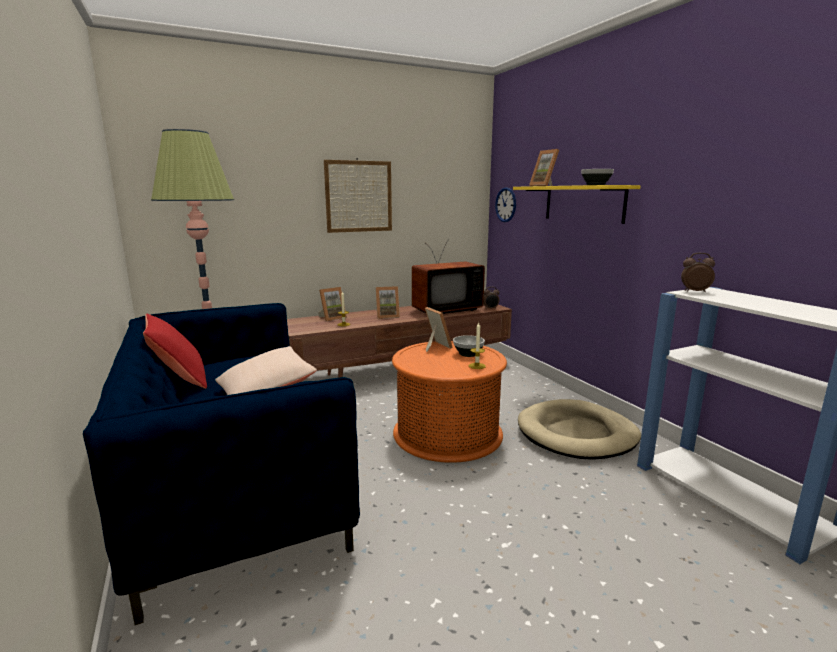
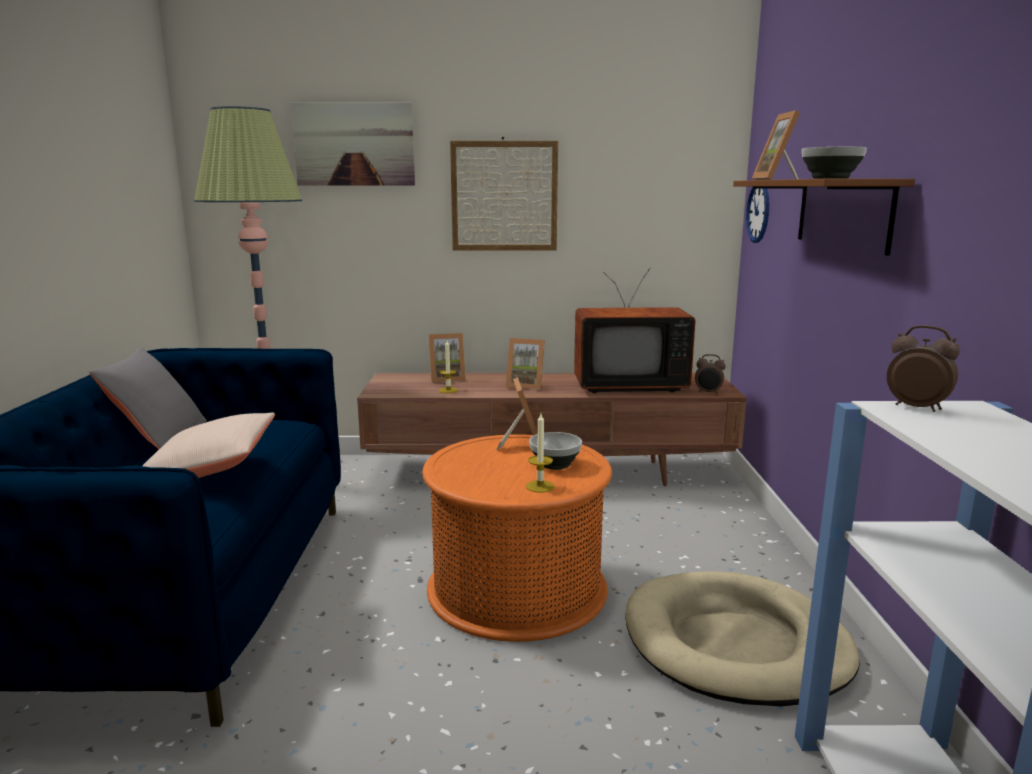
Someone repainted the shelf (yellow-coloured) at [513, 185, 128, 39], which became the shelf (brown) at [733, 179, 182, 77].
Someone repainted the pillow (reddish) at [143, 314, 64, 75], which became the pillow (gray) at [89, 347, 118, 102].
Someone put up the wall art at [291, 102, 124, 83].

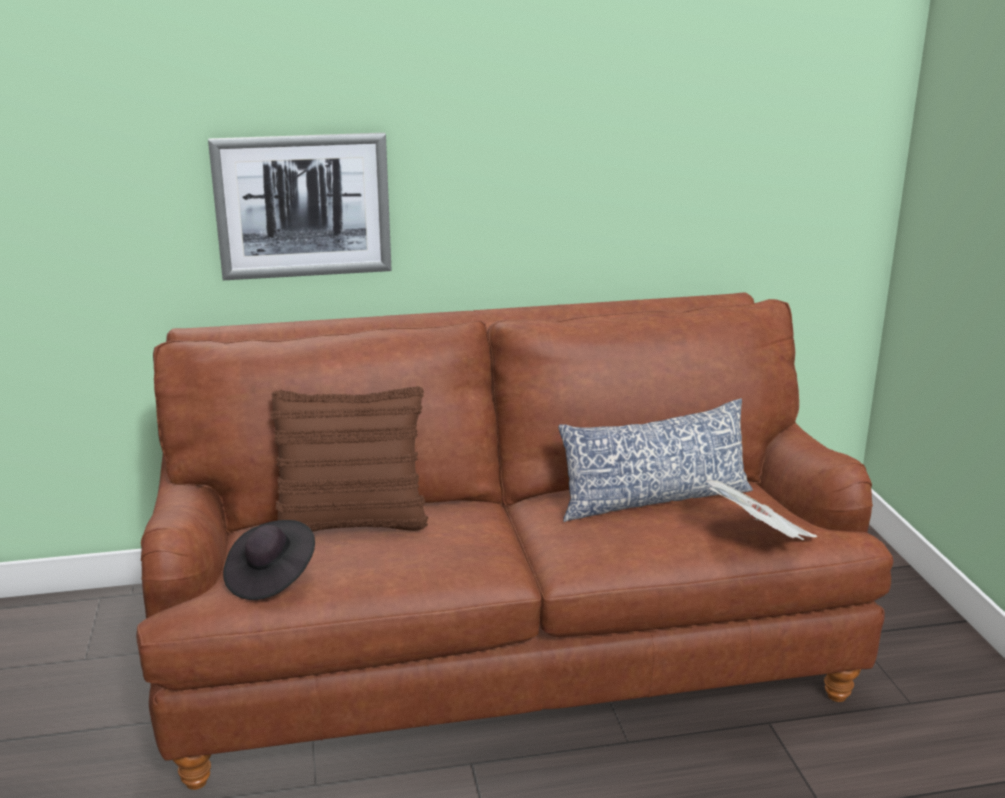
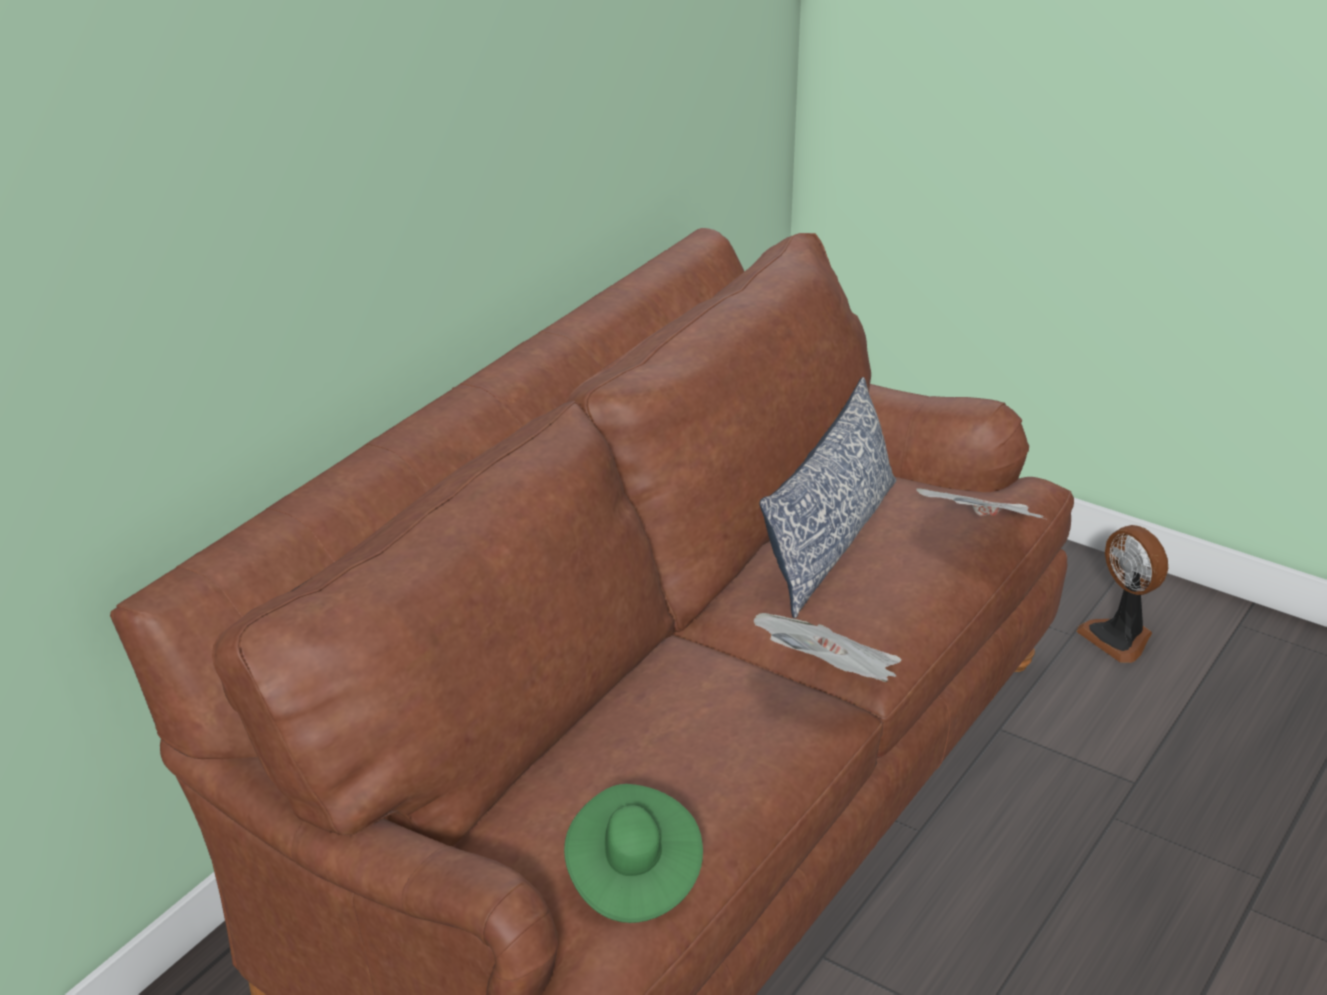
Someone took away the wall art at [208, 133, 183, 147].
Someone took away the pillow (brown) at [271, 386, 158, 146].
Someone repainted the hat (black-coloured) at [223, 520, 92, 80], which became the hat (green-coloured) at [564, 784, 139, 139].
Someone put down the fan at [1076, 525, 92, 138].
Someone put down the daily paper at [754, 613, 147, 69].

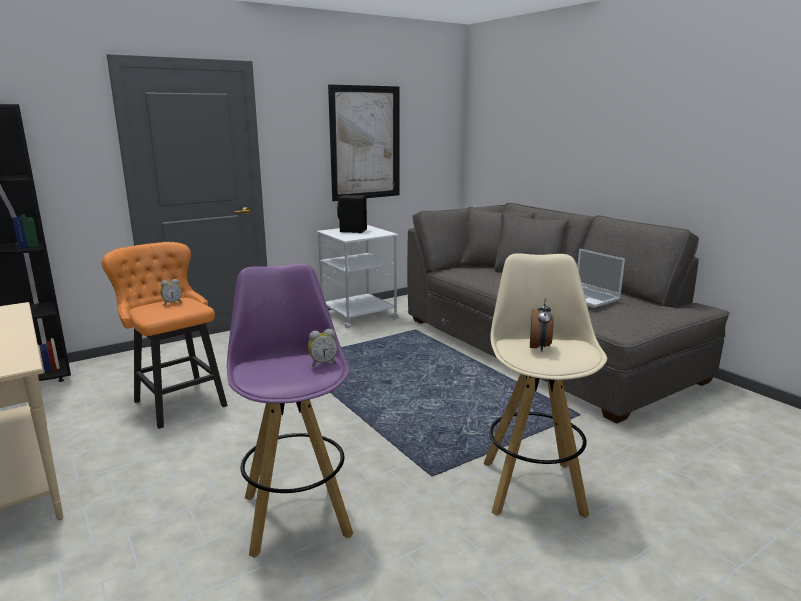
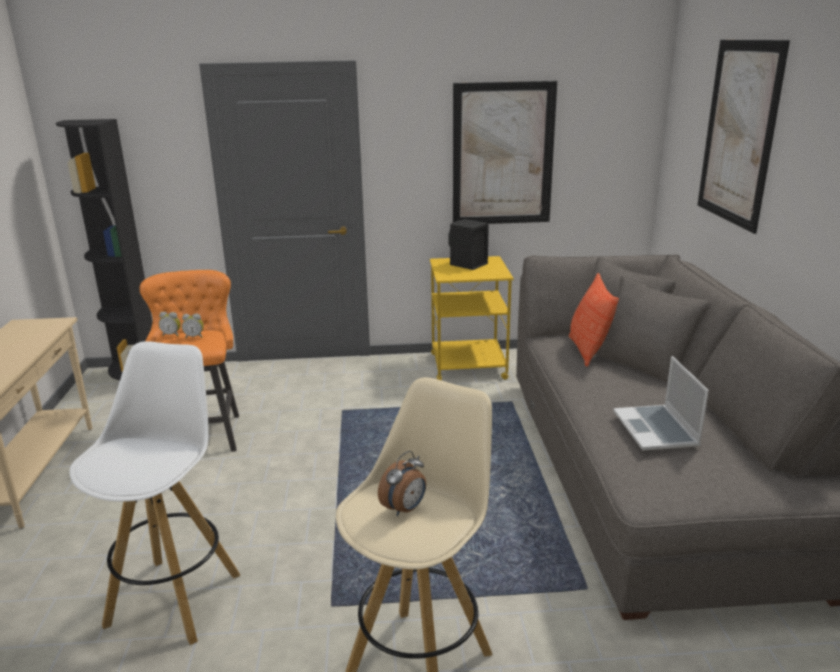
Someone repainted the cart (white) at [317, 225, 81, 103], which became the cart (yellow-coloured) at [430, 256, 84, 125].
Someone repainted the sitting stool (purple-coloured) at [227, 263, 126, 295], which became the sitting stool (white) at [70, 341, 170, 304].
Someone carried the table clock from [308, 329, 30, 38] to [159, 312, 22, 24].
Someone put up the wall art at [697, 40, 93, 194].
Someone put down the pillow (orangey) at [569, 273, 50, 94].

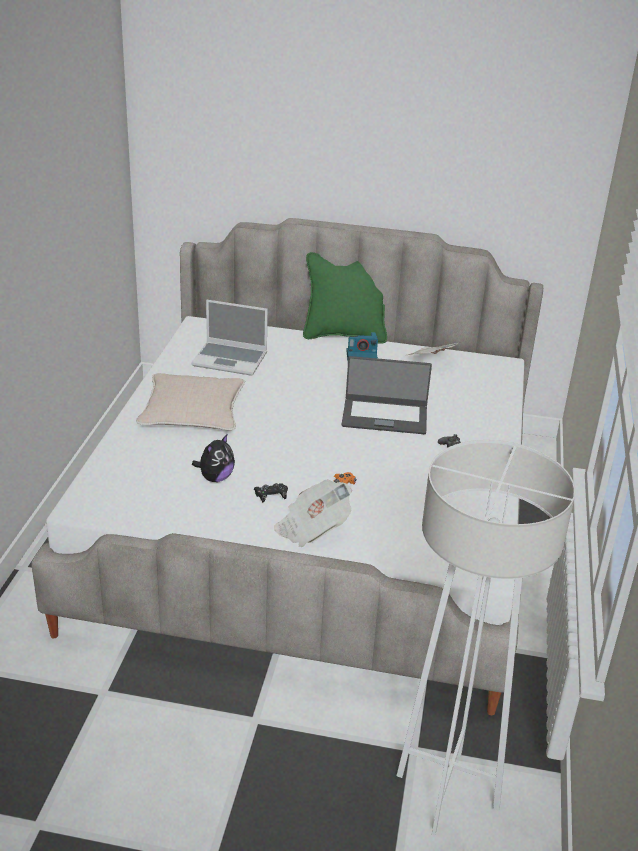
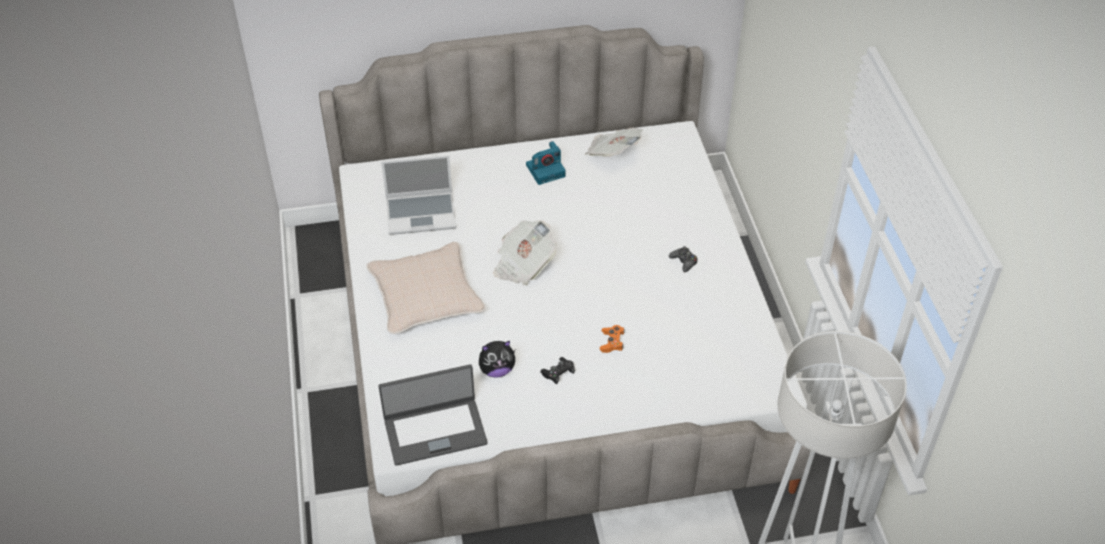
Someone took away the pillow (green-coloured) at [303, 252, 84, 92].
Someone carried the laptop from [342, 356, 90, 78] to [379, 364, 109, 102].
Someone rotated the soft toy at [192, 435, 43, 47] by 60 degrees clockwise.
Someone carried the daily paper from [274, 479, 78, 68] to [493, 220, 64, 65].

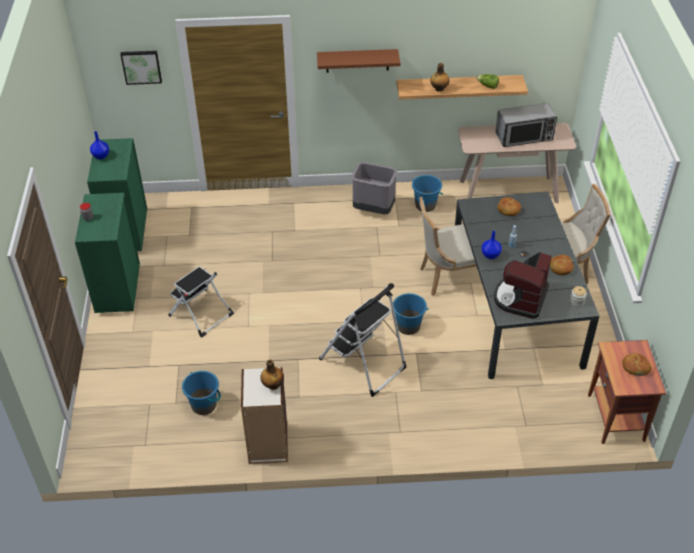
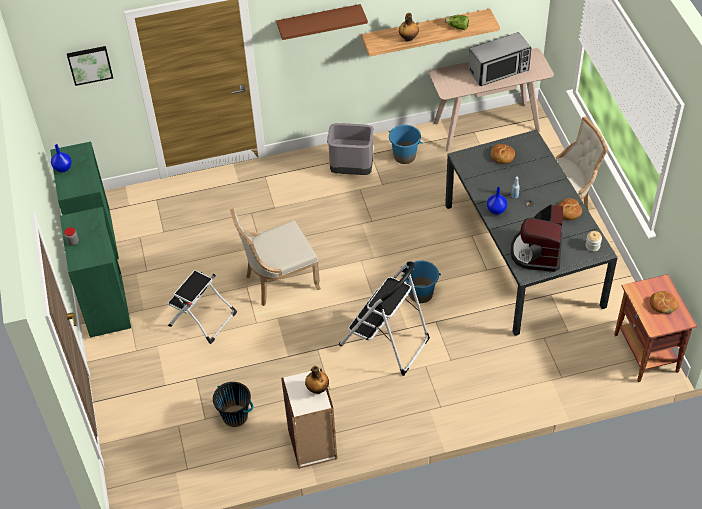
Someone carried the chair (sand-coloured) from [419, 197, 57, 99] to [230, 208, 91, 98].
Someone repainted the water bucket (blue-coloured) at [182, 371, 39, 44], which became the water bucket (black-coloured) at [213, 382, 40, 45].

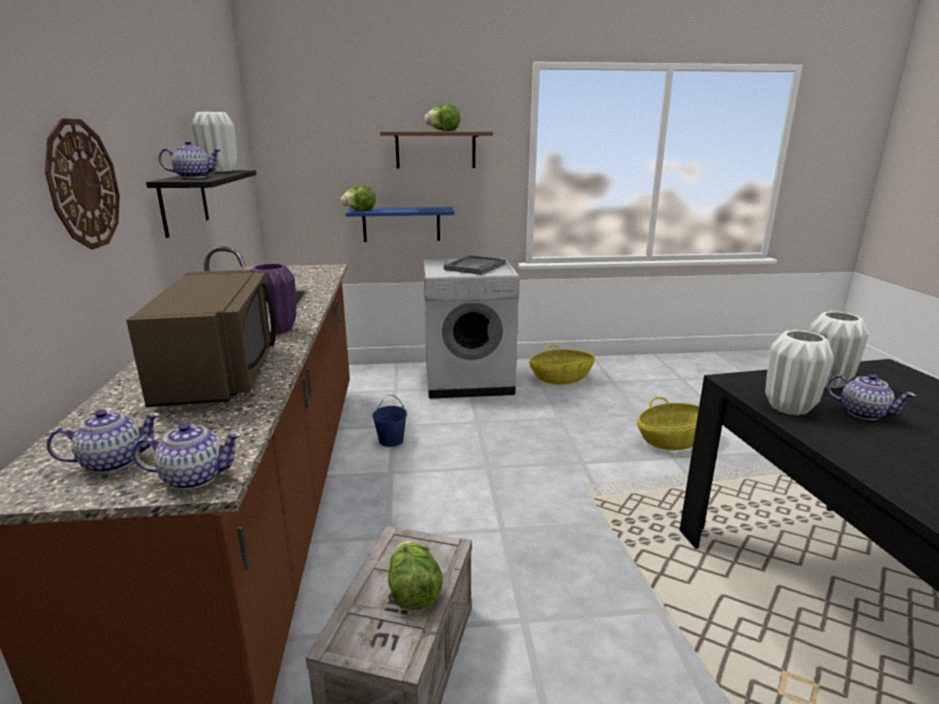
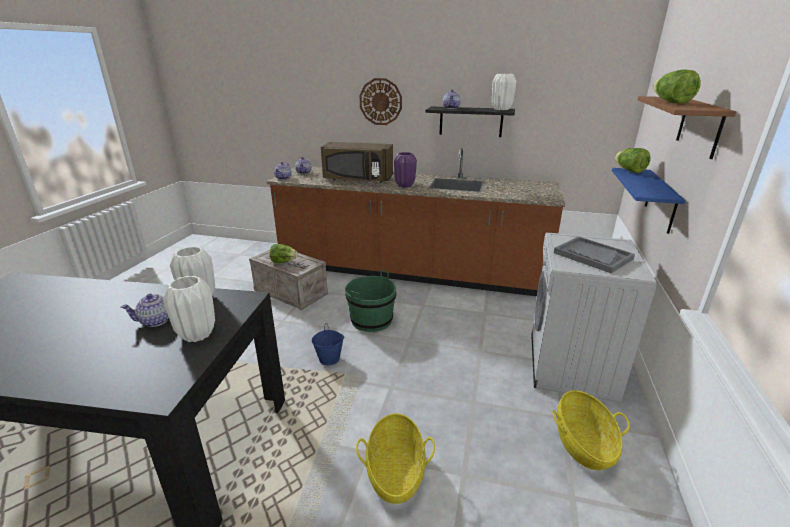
Someone carried the water bucket (blue-coloured) from [372, 395, 35, 52] to [312, 323, 32, 42].
Someone put down the water bucket (green-coloured) at [345, 270, 51, 62].

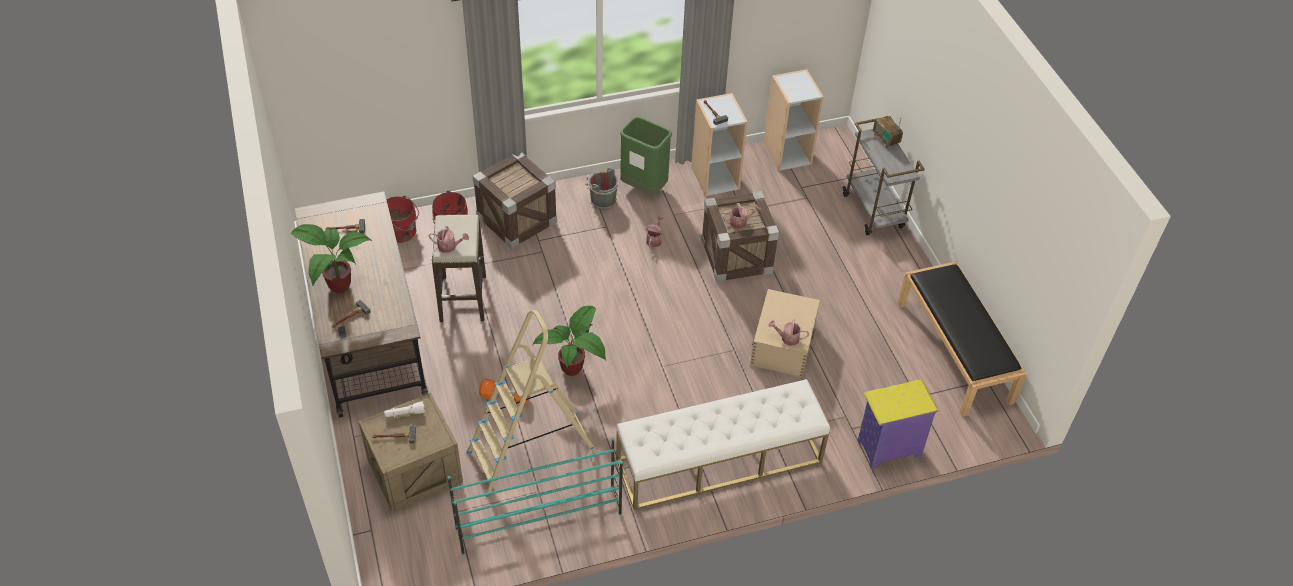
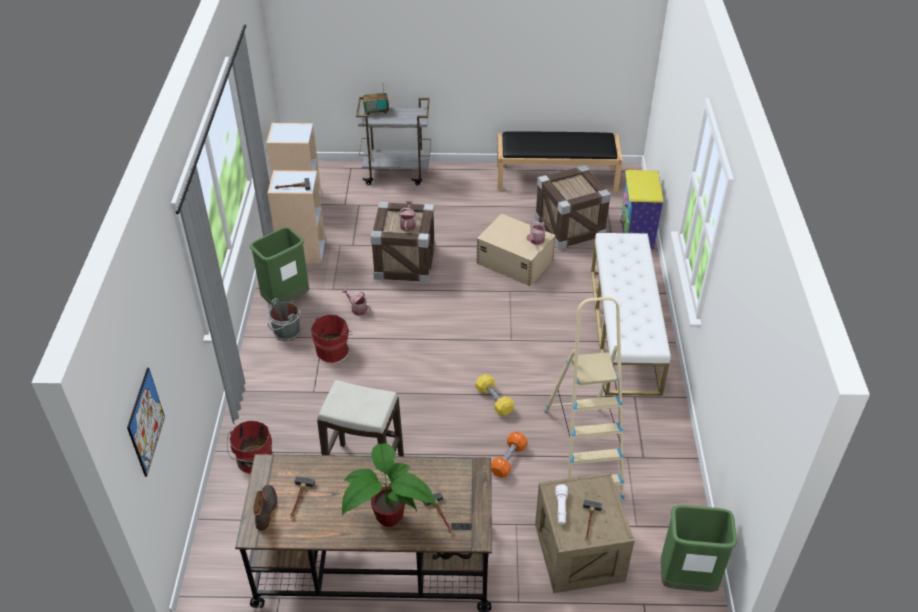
Someone carried the packing crate from [473, 153, 84, 96] to [535, 165, 76, 85].
Someone carried the water bucket (reddish) from [386, 196, 33, 47] to [311, 314, 42, 49].
Someone took away the sprinkling can at [428, 225, 41, 28].
Someone swapped the plant in a pot at [533, 306, 73, 70] for the hand weight (yellow-coloured) at [476, 374, 38, 42].
Someone took away the shoe rack (blue-green) at [447, 437, 176, 118].
Someone put up the wall art at [127, 367, 38, 110].
Someone put down the tall boot at [253, 485, 24, 45].
Someone put down the rubbish bin (green-coloured) at [661, 505, 76, 87].

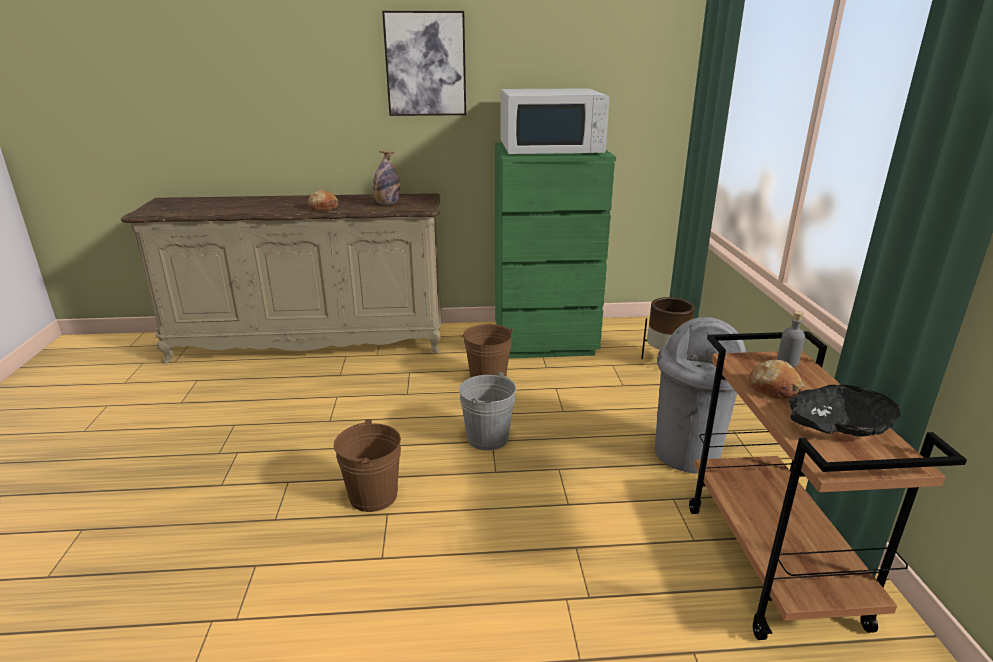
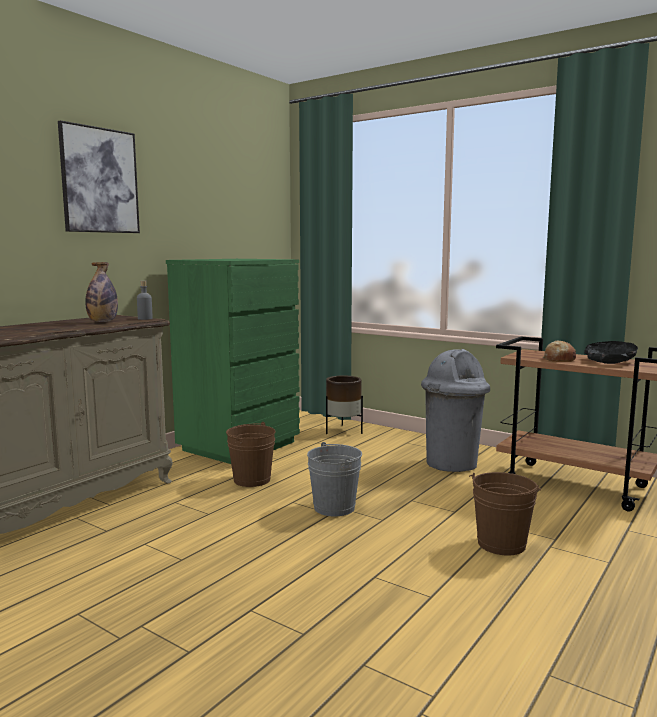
Someone took away the microwave (white) at [501, 88, 109, 66].
Someone took away the bread at [308, 190, 31, 21].
Someone carried the beverage bottle (gray) from [777, 311, 28, 56] to [137, 281, 15, 39].
Someone carried the water bucket (brown) from [334, 419, 67, 93] to [469, 472, 72, 84].

